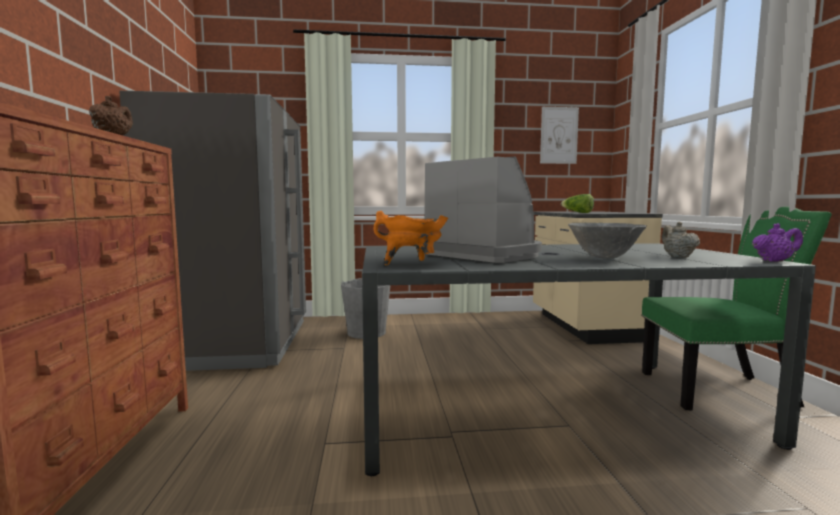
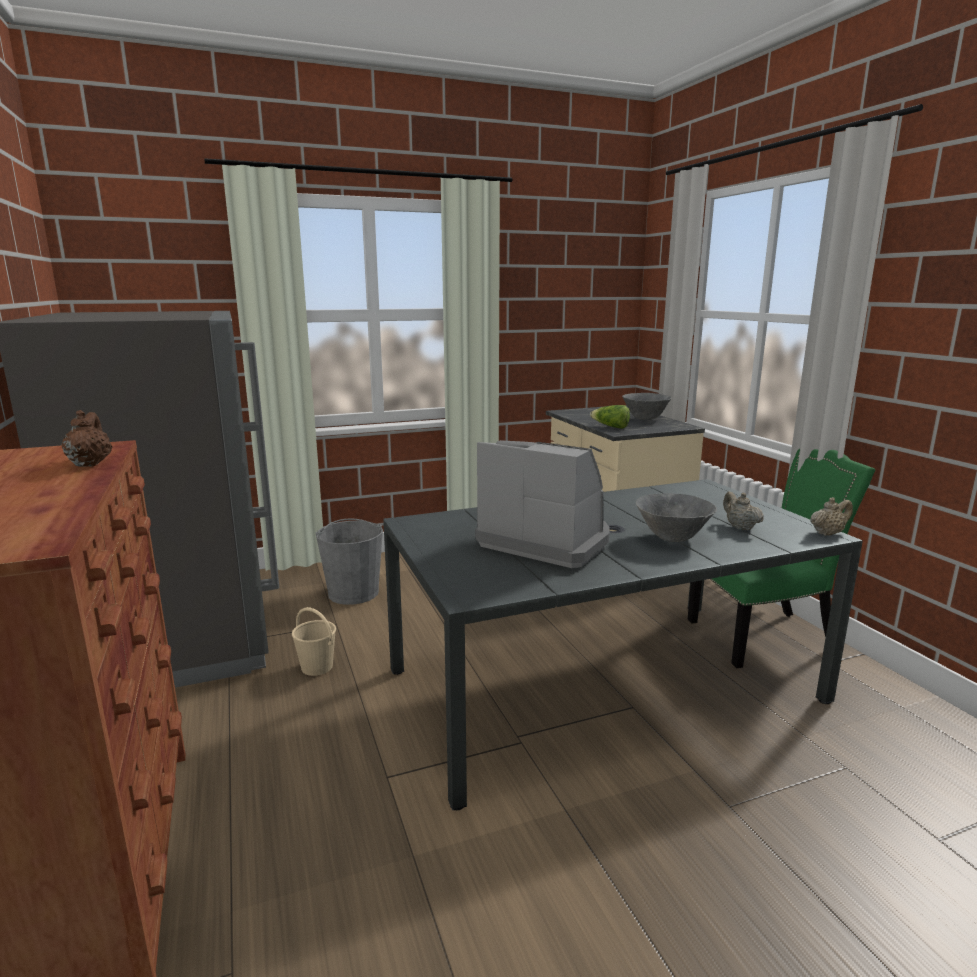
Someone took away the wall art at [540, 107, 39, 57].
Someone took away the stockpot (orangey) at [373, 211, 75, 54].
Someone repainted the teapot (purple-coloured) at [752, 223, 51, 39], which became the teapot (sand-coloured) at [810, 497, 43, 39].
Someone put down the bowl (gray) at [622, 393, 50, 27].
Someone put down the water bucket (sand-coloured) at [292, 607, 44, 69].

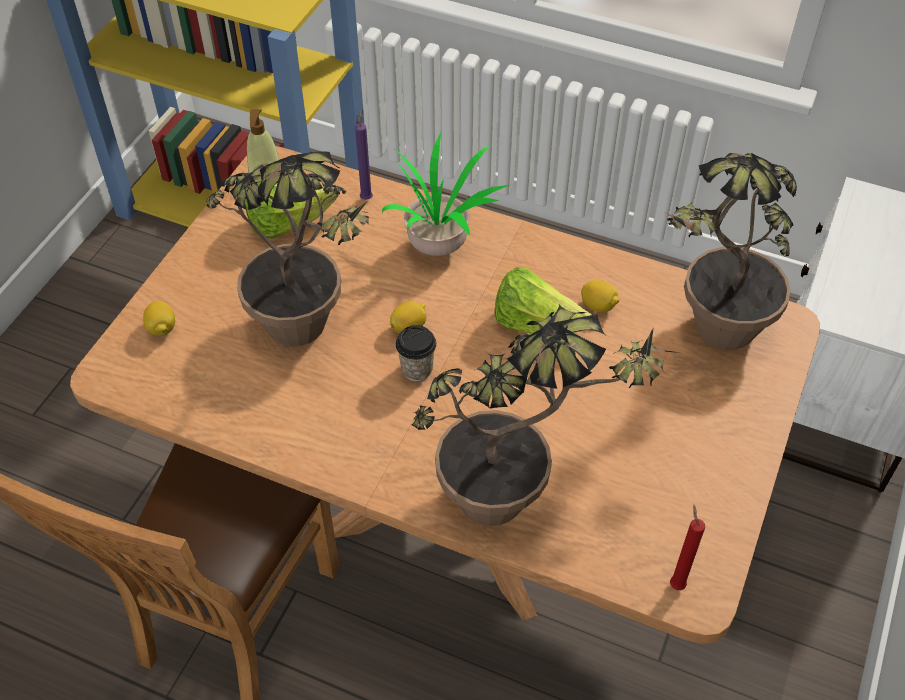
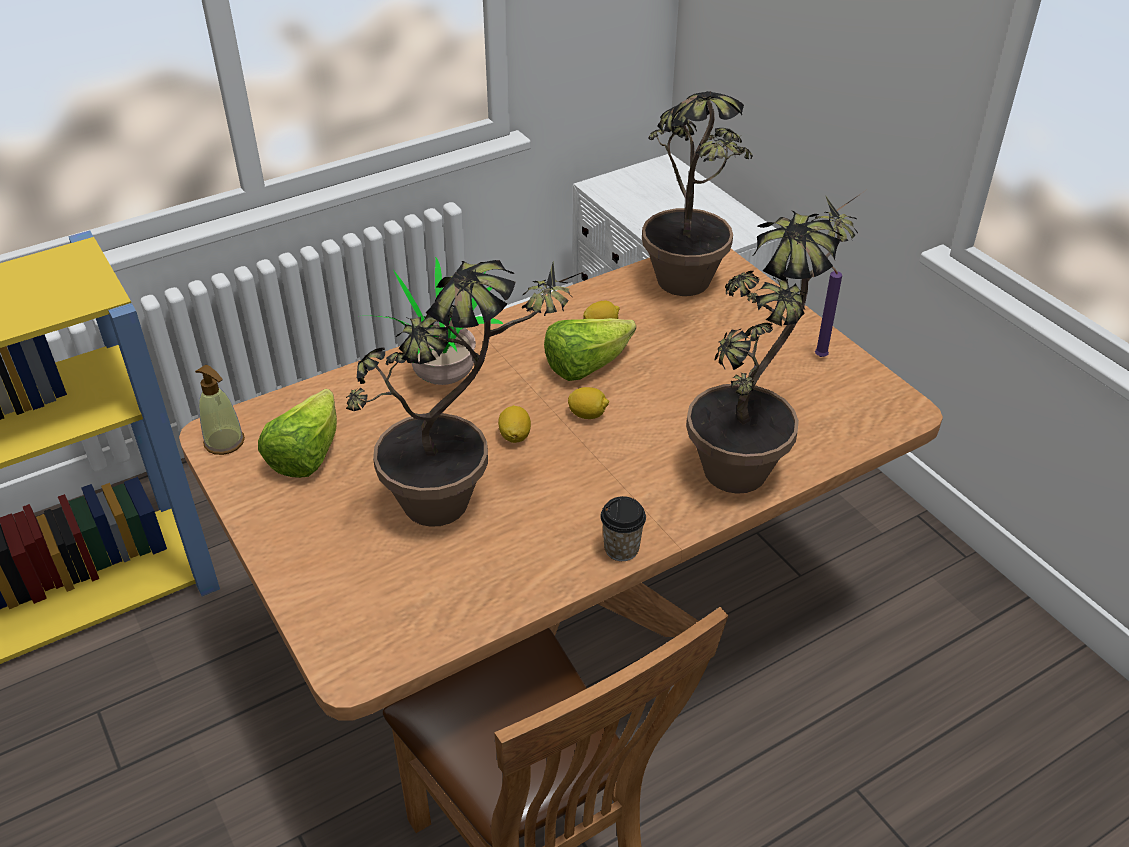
Someone carried the wax light (purple-coloured) from [355, 111, 18, 89] to [815, 267, 27, 90].
Someone carried the lemon from [143, 301, 32, 35] to [568, 387, 41, 32].
Someone carried the drinking cup from [396, 325, 40, 56] to [600, 496, 46, 65].
Someone took away the wax light (reddish) at [670, 505, 35, 85].

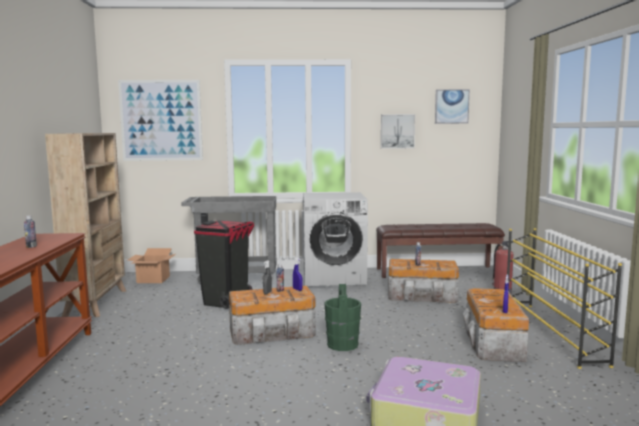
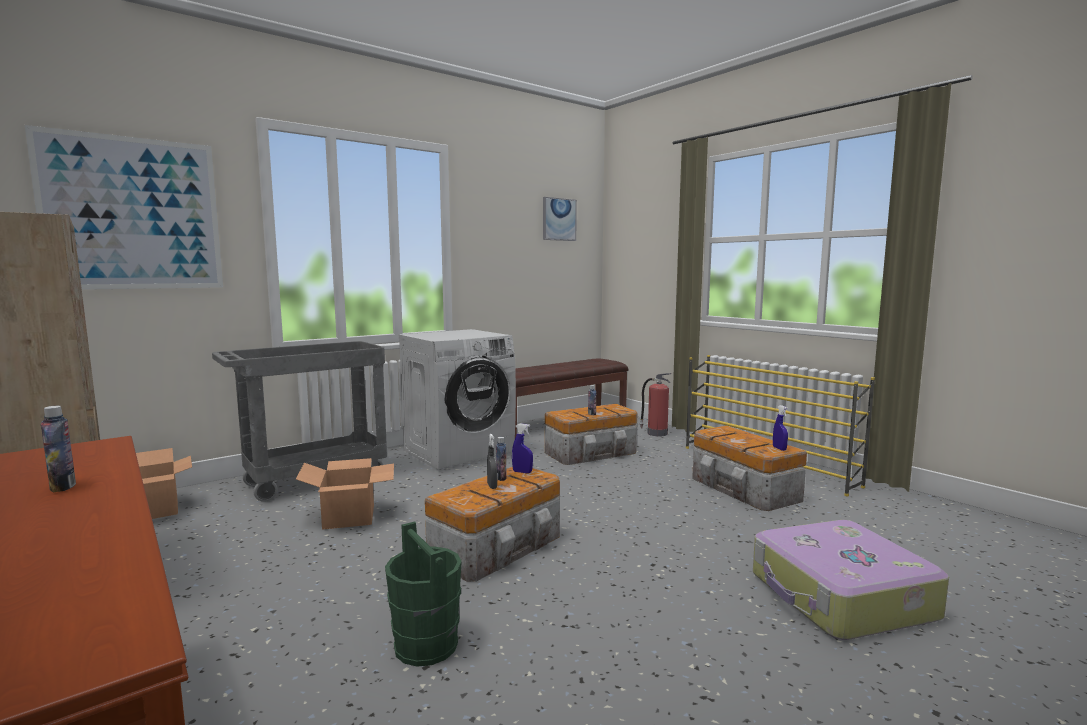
Someone took away the wall art at [381, 114, 34, 35].
Someone swapped the rubbish bin (black-coloured) at [194, 220, 60, 89] for the carton at [296, 458, 98, 72].
Someone carried the water bucket (green-coloured) from [324, 284, 37, 67] to [385, 521, 77, 146].

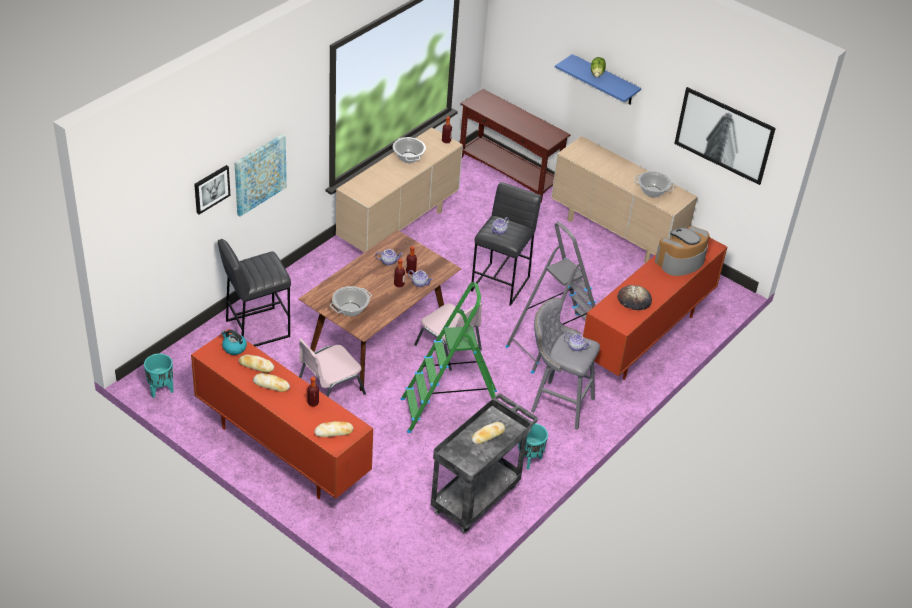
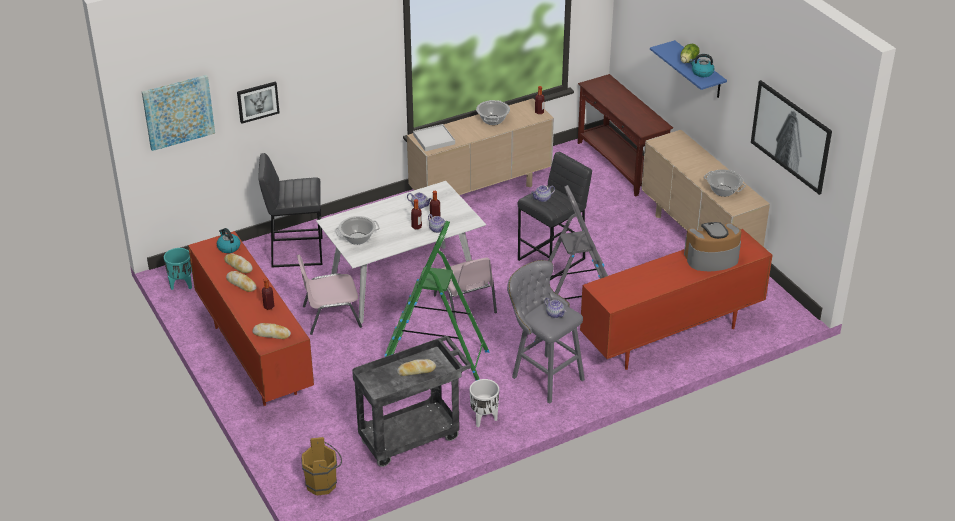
Someone carried the wall art from [234, 134, 53, 82] to [142, 75, 73, 76].
Someone repainted the dinner table (brown) at [299, 230, 163, 161], which became the dinner table (white) at [316, 181, 170, 143].
Someone took away the bread at [617, 285, 35, 25].
Someone repainted the planter (blue-green) at [518, 423, 30, 47], which became the planter (white) at [470, 379, 29, 49].
Someone put down the kettle at [689, 54, 25, 23].
Someone put down the carrying tray (white) at [413, 124, 42, 27].
Someone put down the water bucket (brown) at [301, 437, 41, 58].

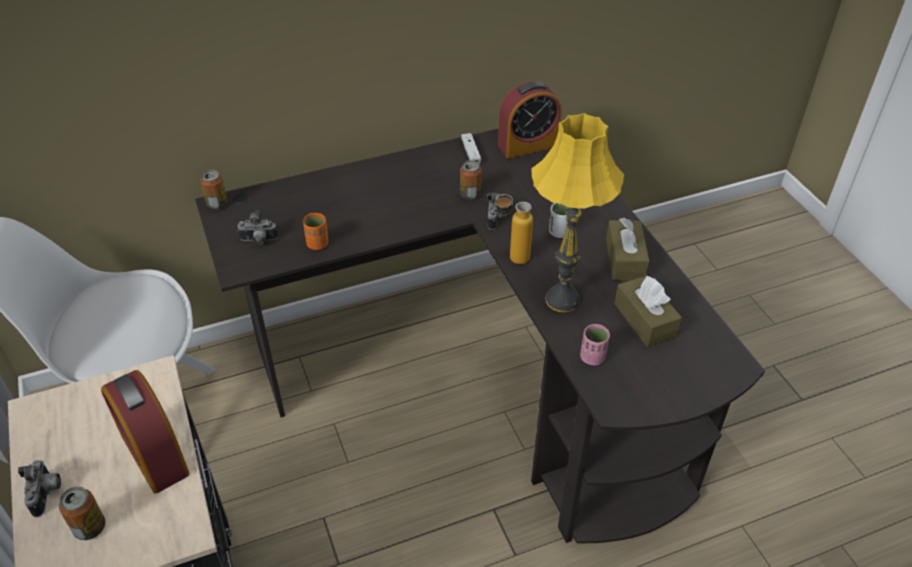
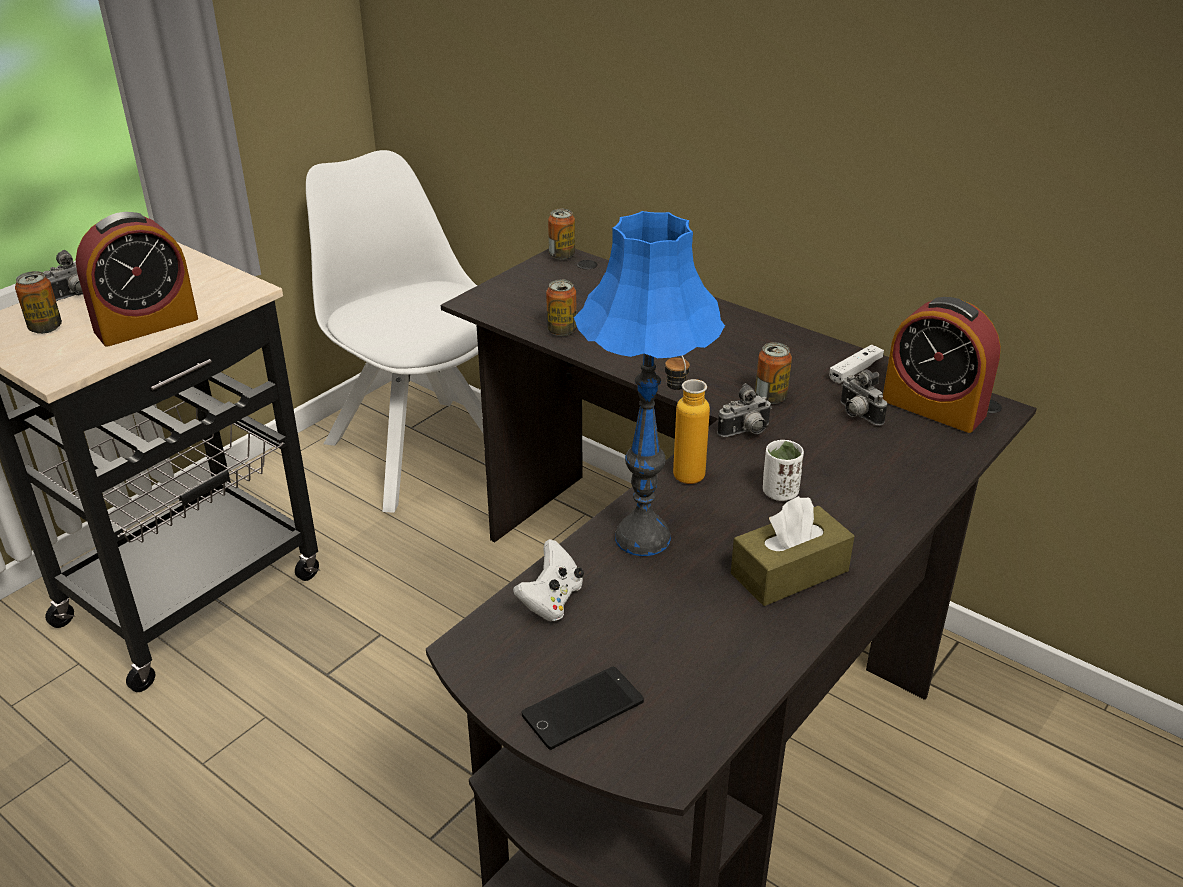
Someone repainted the table lamp (yellow-coloured) at [532, 113, 92, 199], which became the table lamp (blue-coloured) at [574, 211, 151, 345].
Someone carried the still camera from [237, 210, 41, 34] to [841, 370, 46, 56].
Someone swapped the drinking cup (orangey) at [303, 213, 25, 37] for the sealed can at [546, 280, 31, 56].
Someone took away the box of tissues (brown) at [614, 275, 68, 72].
Someone swapped the drinking cup (pinkish) at [580, 324, 30, 42] for the game controller (white) at [513, 539, 71, 82].
Someone rotated the table clock at [101, 370, 89, 124] by 150 degrees counterclockwise.
Someone put down the phone at [522, 667, 122, 83].

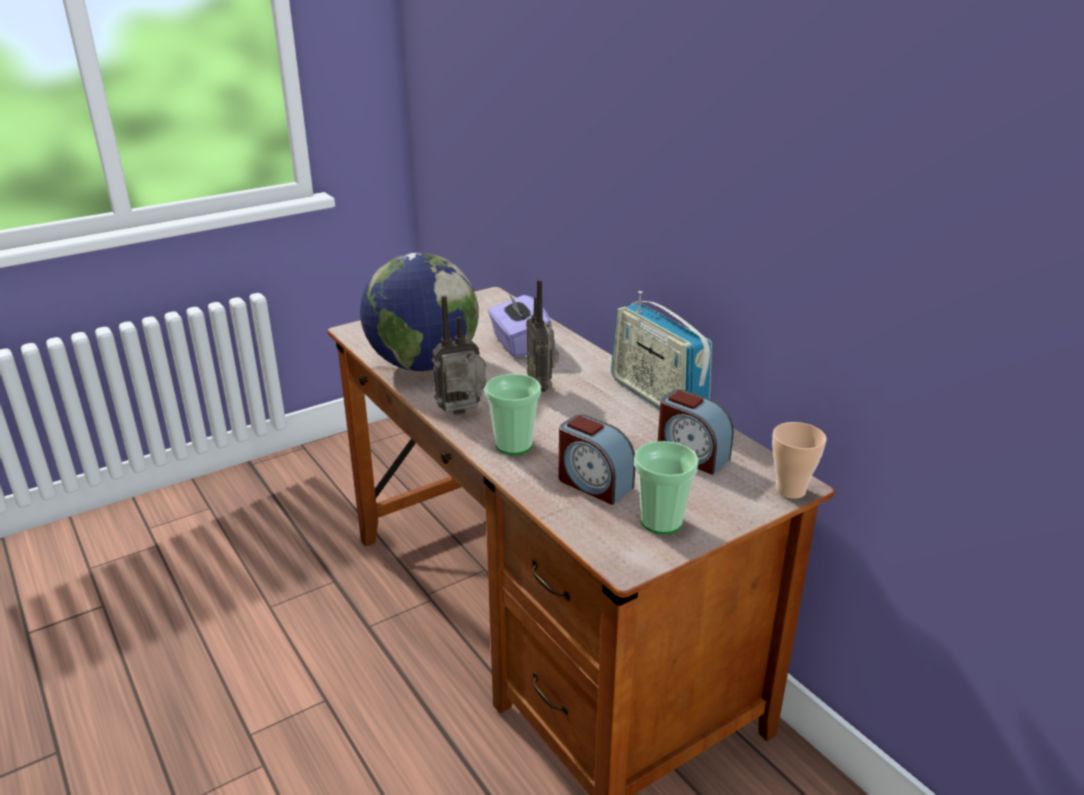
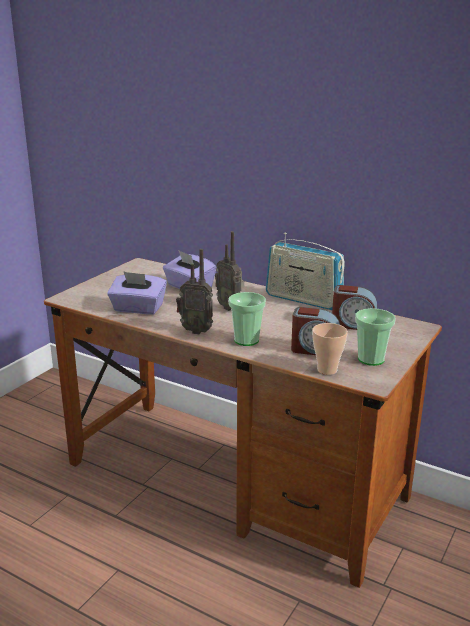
Someone swapped the world globe at [360, 253, 119, 118] for the box of tissues (purple-coloured) at [107, 271, 60, 44].
Someone rotated the radio receiver at [432, 295, 54, 119] by 120 degrees counterclockwise.
Someone carried the drinking cup from [772, 422, 55, 77] to [312, 323, 36, 52].

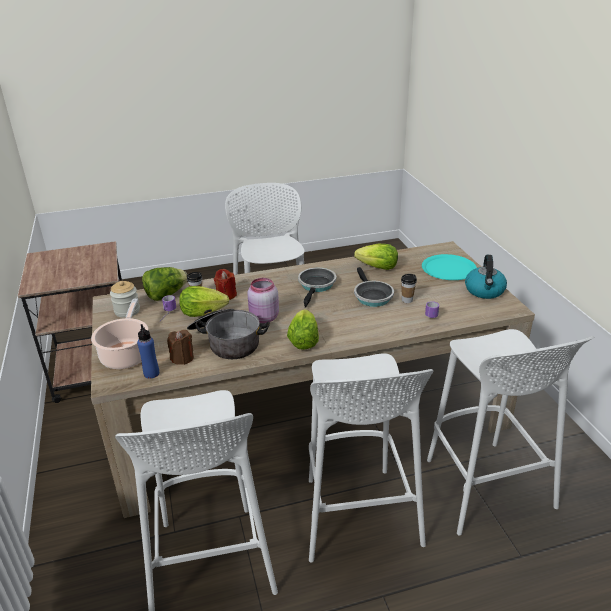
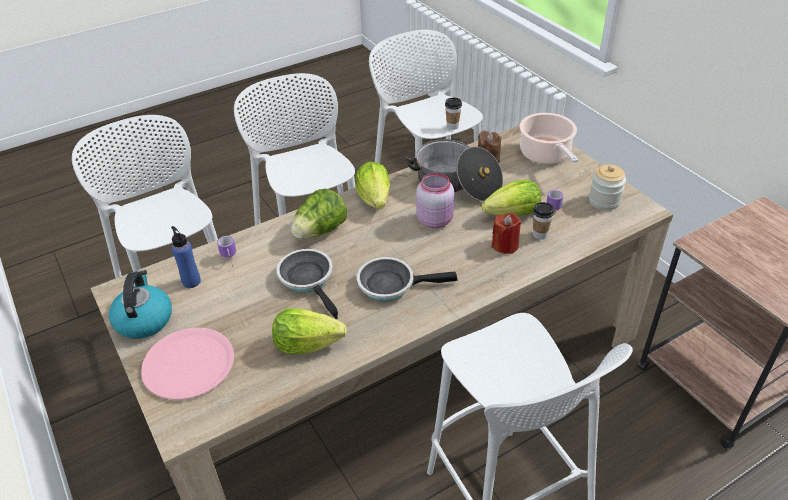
Someone repainted the plate (blue-green) at [422, 254, 55, 26], which became the plate (pinkish) at [141, 328, 93, 72].
Someone carried the head of lettuce from [142, 267, 45, 34] to [291, 189, 56, 50].
Someone rotated the pan at [298, 268, 38, 39] by 90 degrees clockwise.
Someone carried the drinking cup from [401, 274, 16, 29] to [445, 97, 17, 33].
Someone carried the beverage bottle (blue-coloured) from [137, 324, 22, 55] to [171, 226, 30, 62].

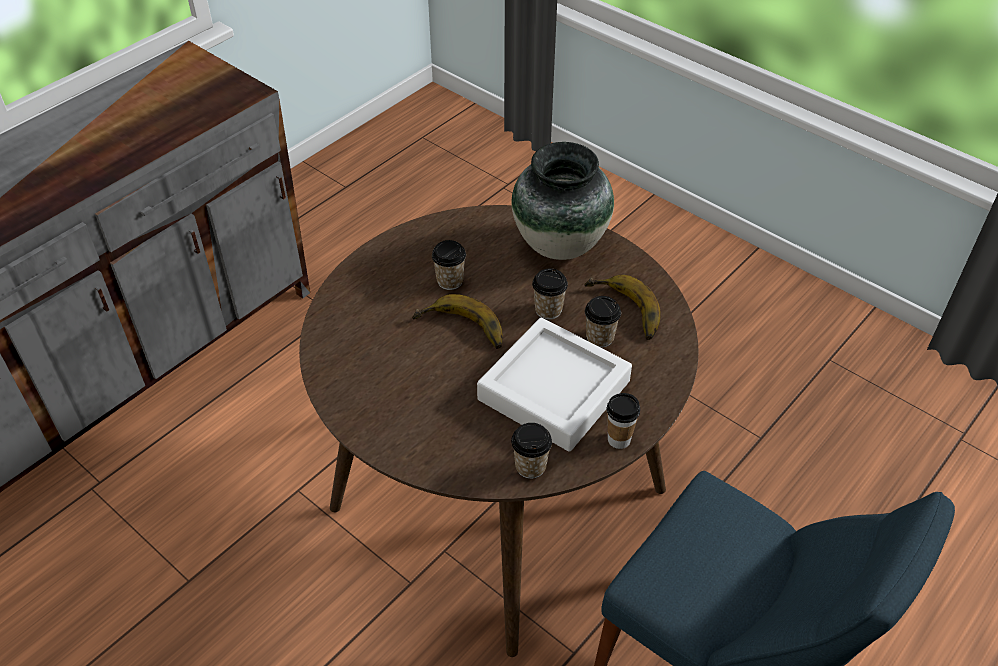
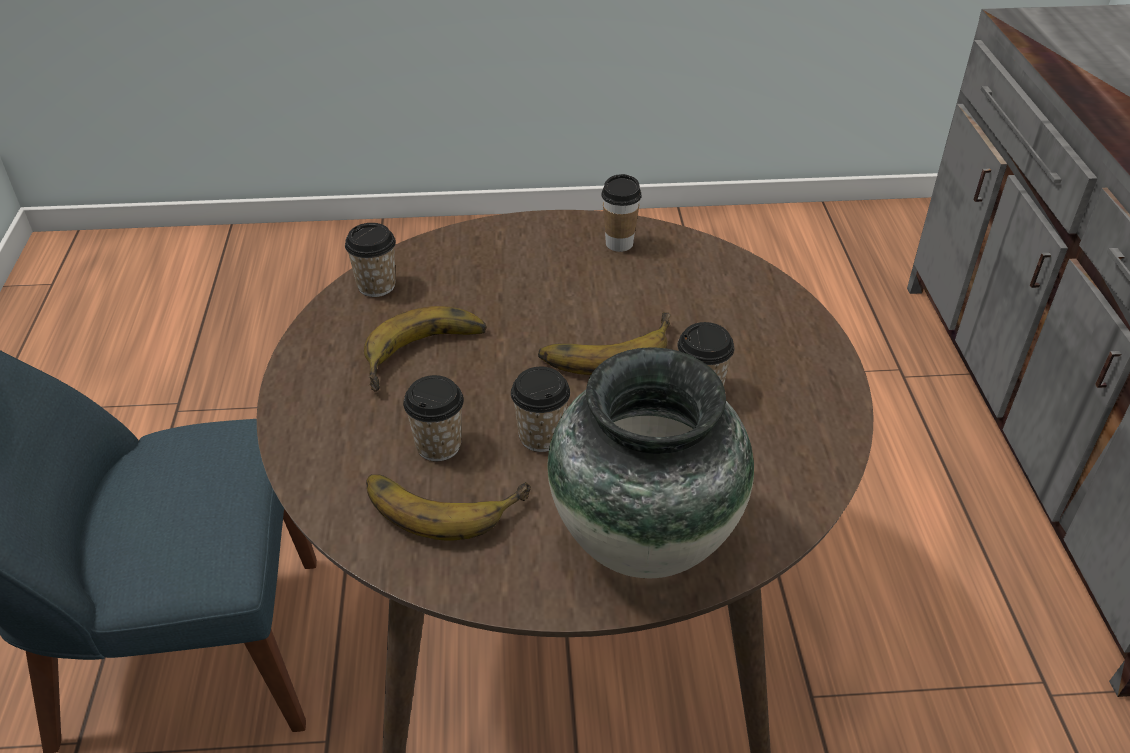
Someone swapped the carrying tray (white) at [477, 318, 155, 134] for the banana at [364, 306, 123, 86].
Someone carried the drinking cup from [607, 393, 33, 56] to [601, 174, 41, 78].

